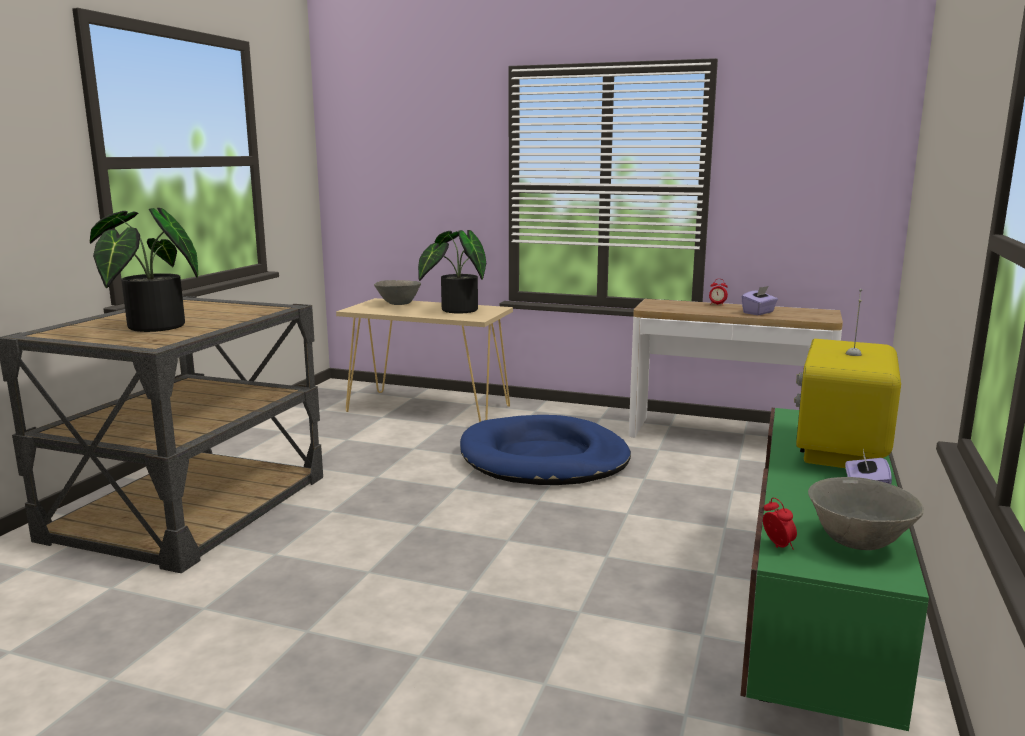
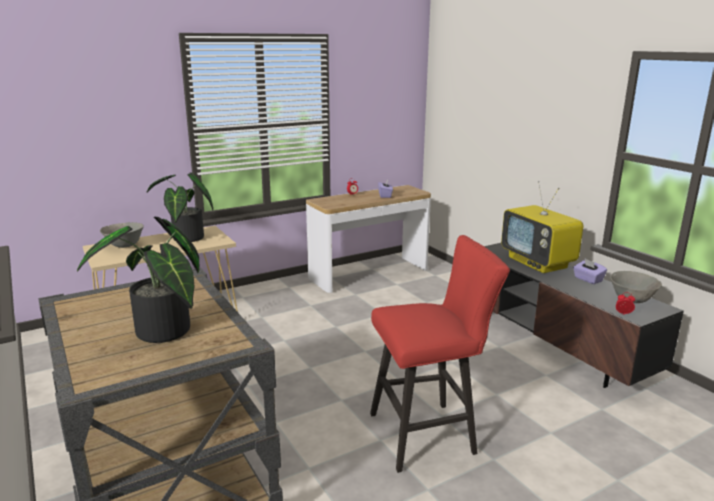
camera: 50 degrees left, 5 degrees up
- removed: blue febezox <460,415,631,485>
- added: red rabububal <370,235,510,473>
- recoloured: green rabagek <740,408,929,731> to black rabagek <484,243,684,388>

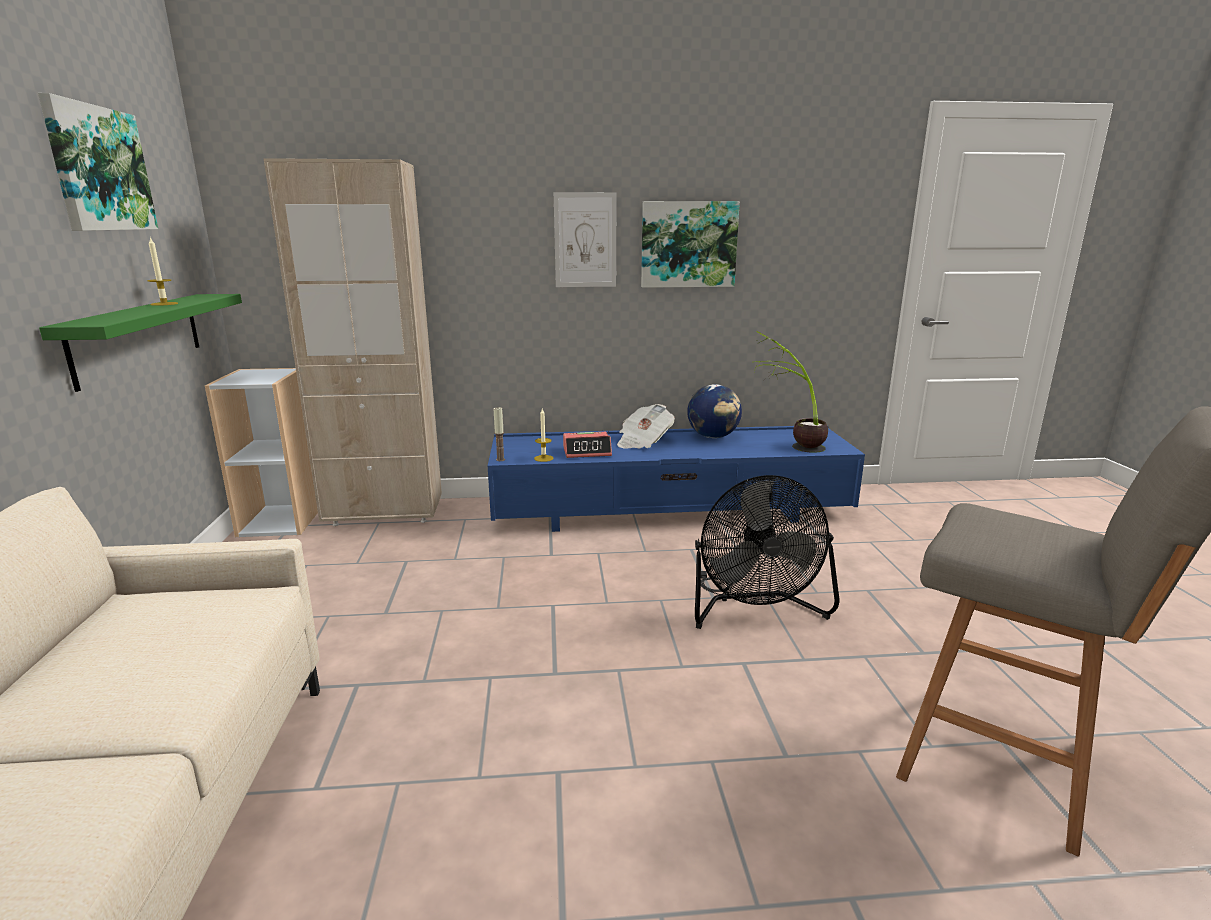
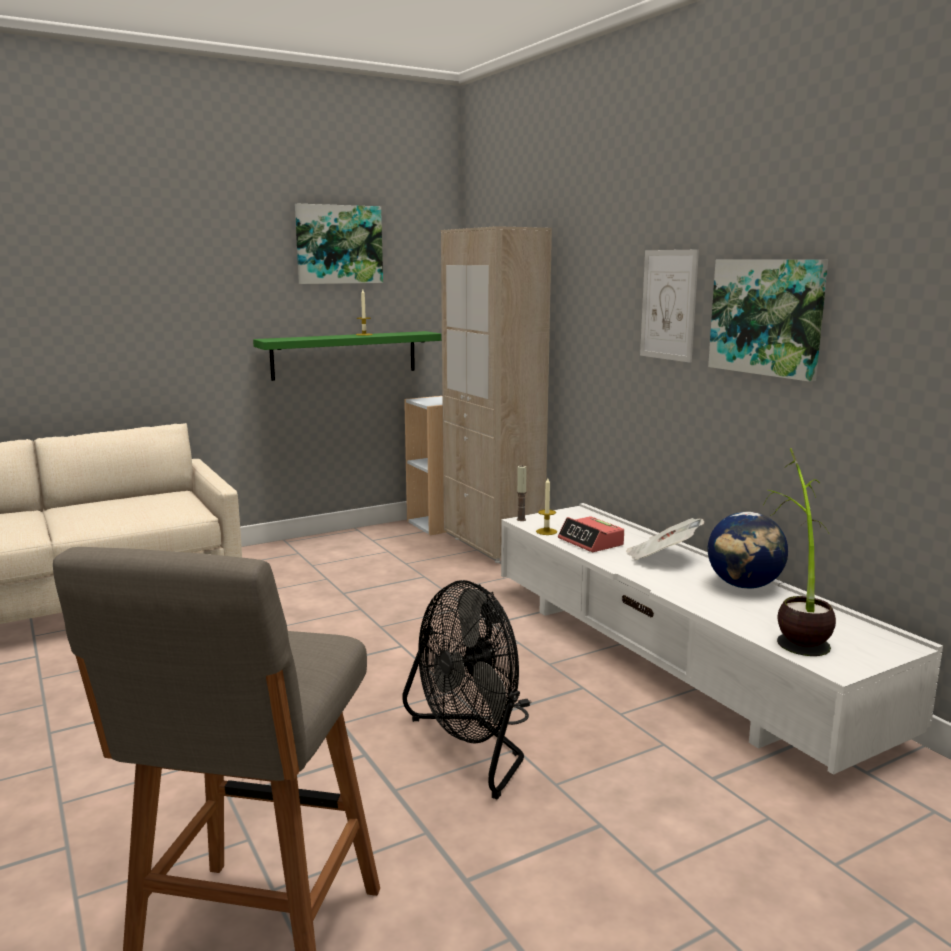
camera: 65 degrees right, 5 degrees down
- recoloured: blue rabagek <488,426,865,532> to white rabagek <501,503,943,775>

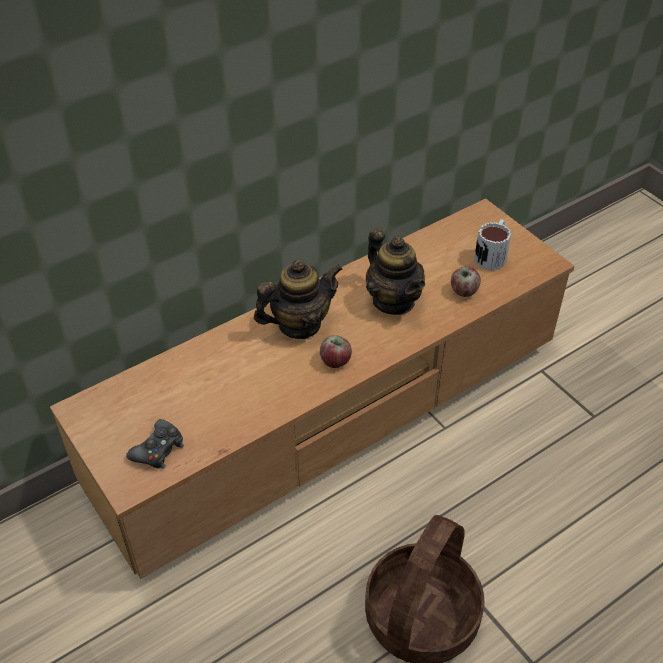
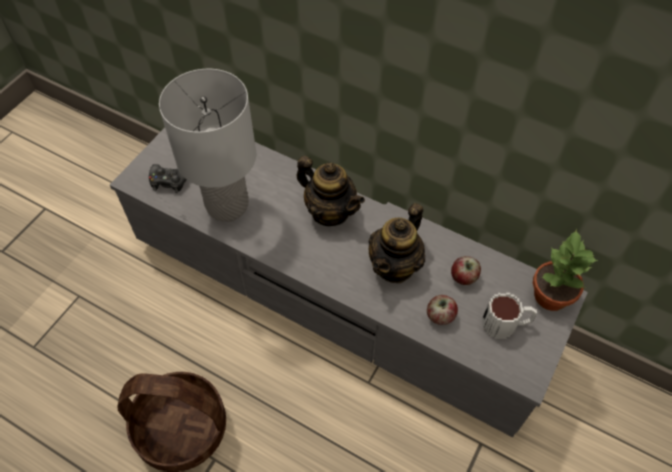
camera: 65 degrees right, 10 degrees up
- added: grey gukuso <159,69,256,222>
- added: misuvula <533,229,598,311>
- moved: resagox <320,335,352,368> to <451,256,481,285>
- recoloured: brown rabagek <50,198,575,579> to grey rabagek <110,127,588,437>

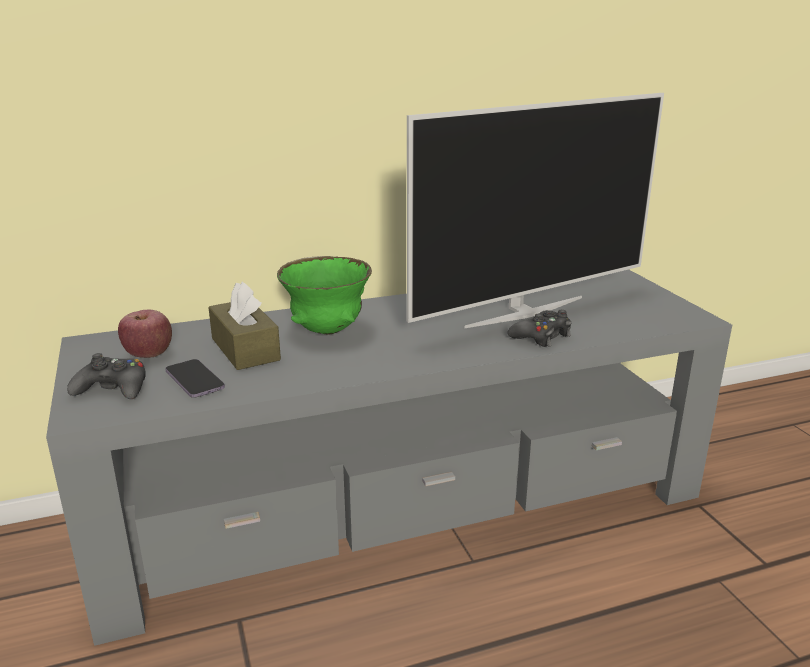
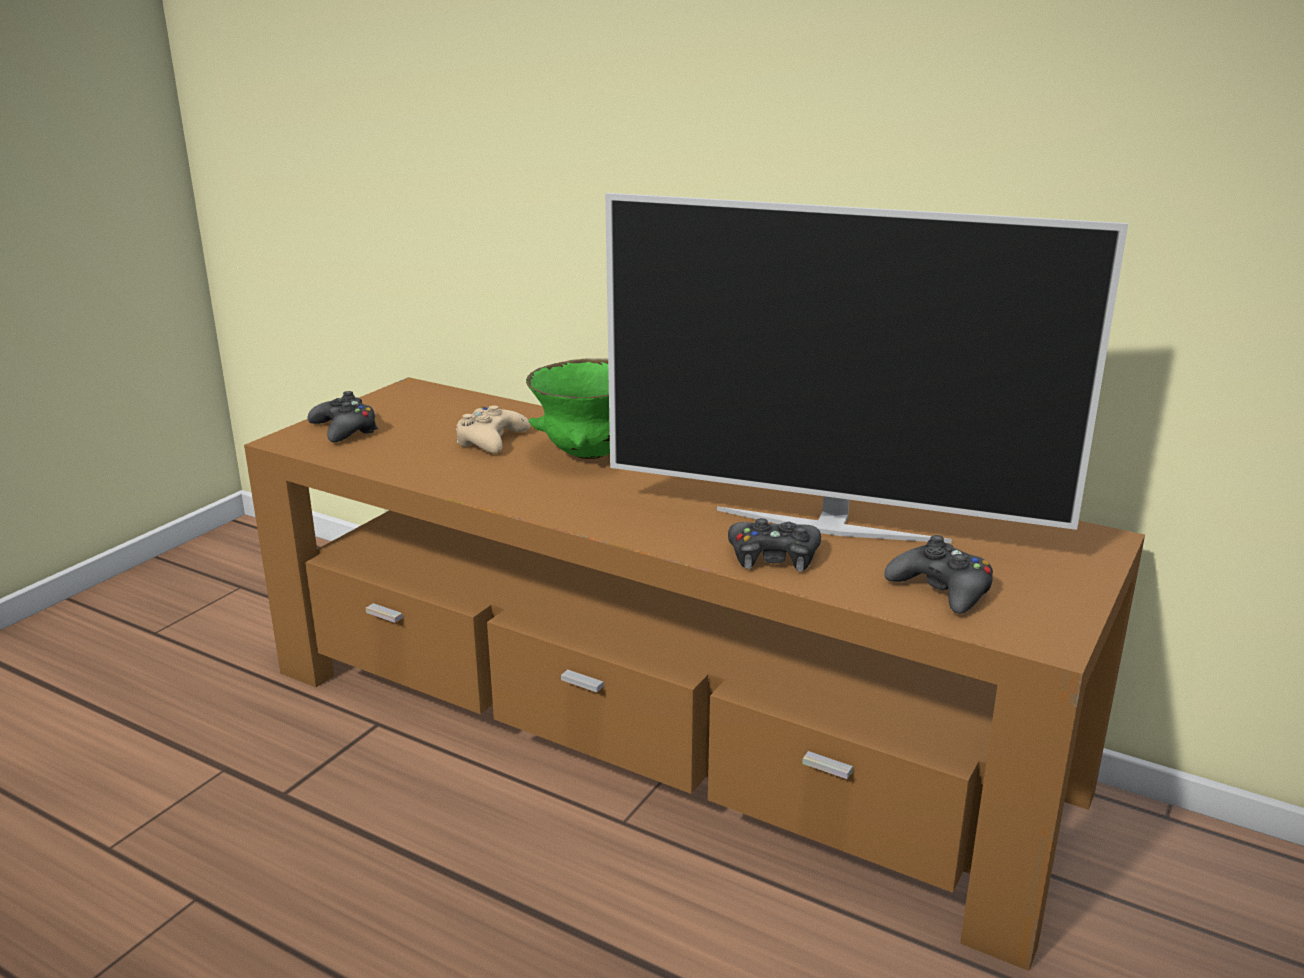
camera: 50 degrees right, 0 degrees up
- removed: resagox <118,310,172,358>
- removed: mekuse <165,359,225,398>
- added: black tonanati <884,535,993,614>
- replaced: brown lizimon <208,282,281,370> to beige tonanati <456,405,530,454>
- recoloured: grey rabagek <46,269,732,646> to brown rabagek <244,377,1145,971>

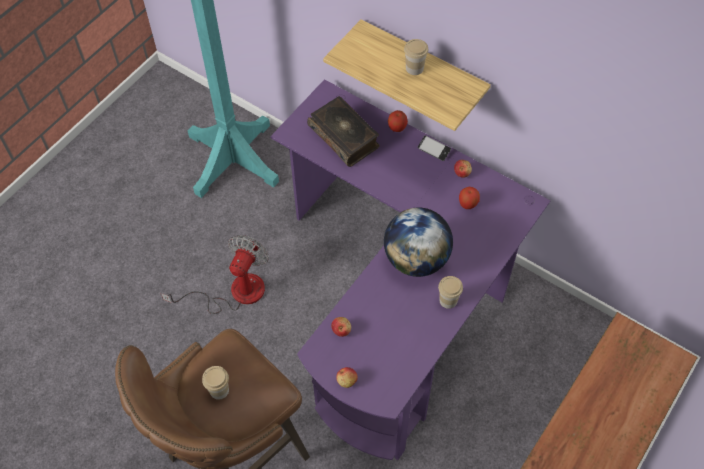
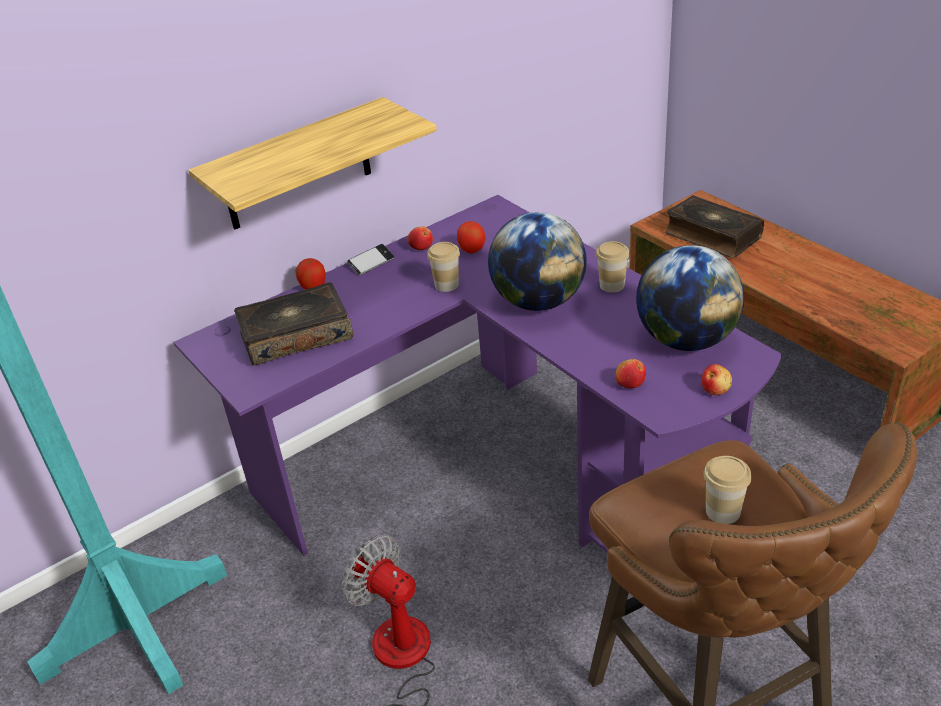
camera: 70 degrees left, 20 degrees down
- added: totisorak <636,245,744,351>
- added: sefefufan <665,195,764,258>
- moved: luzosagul <404,39,428,75> to <427,242,460,292>

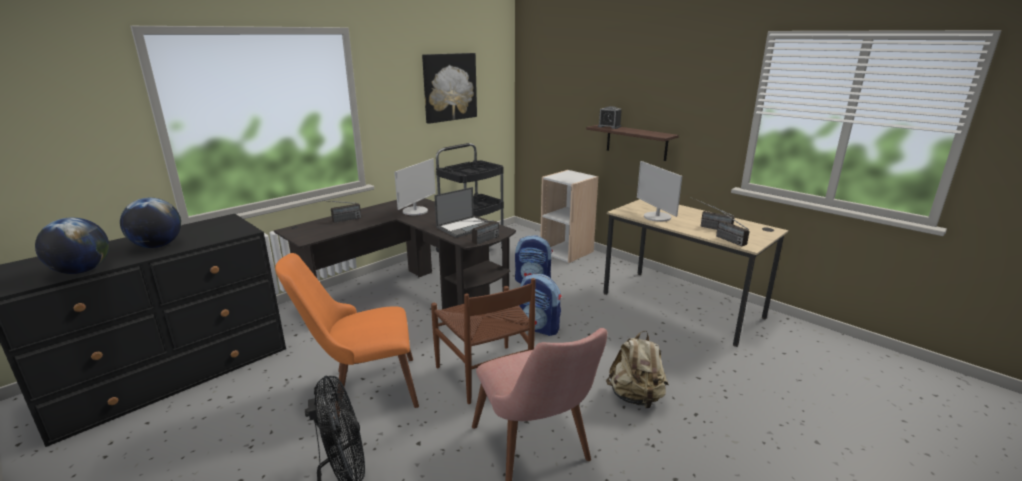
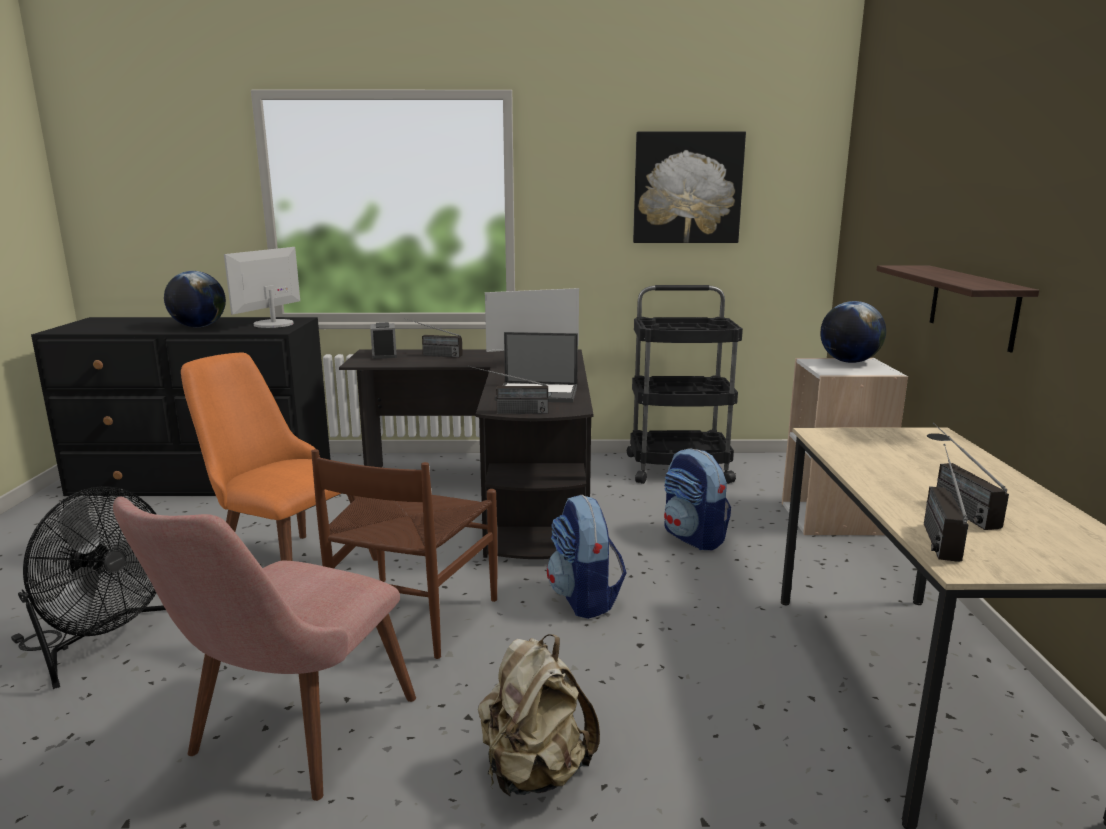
camera: 45 degrees right, 5 degrees down
- moved: totisorak <35,217,109,274> to <820,301,886,363>
- moved: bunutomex <598,106,622,129> to <370,322,397,359>
- moved: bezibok <637,161,682,222> to <224,247,300,328>

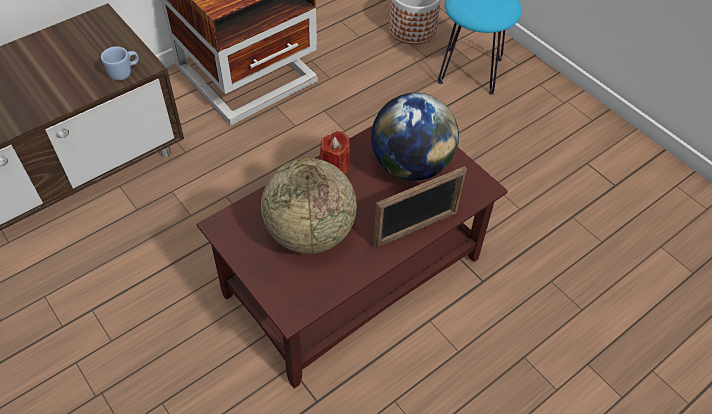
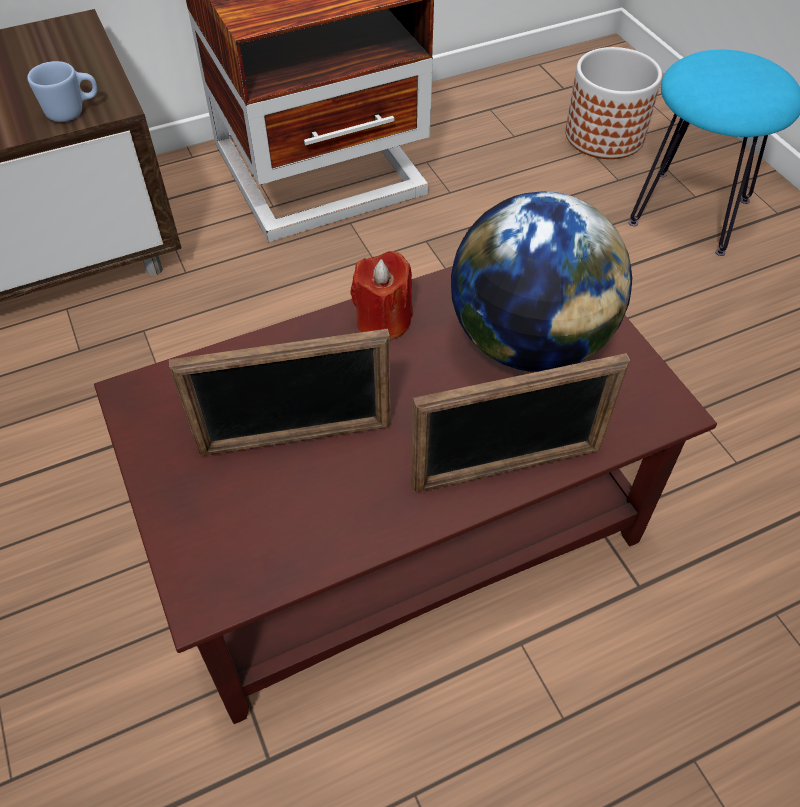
camera: 15 degrees right, 0 degrees up
- replaced: totisorak <261,158,357,254> to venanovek <169,329,391,456>

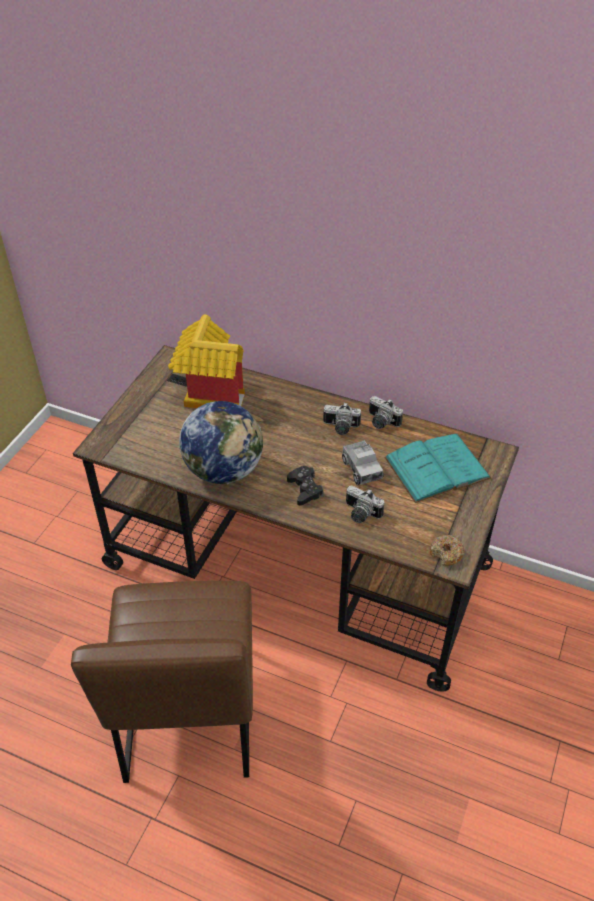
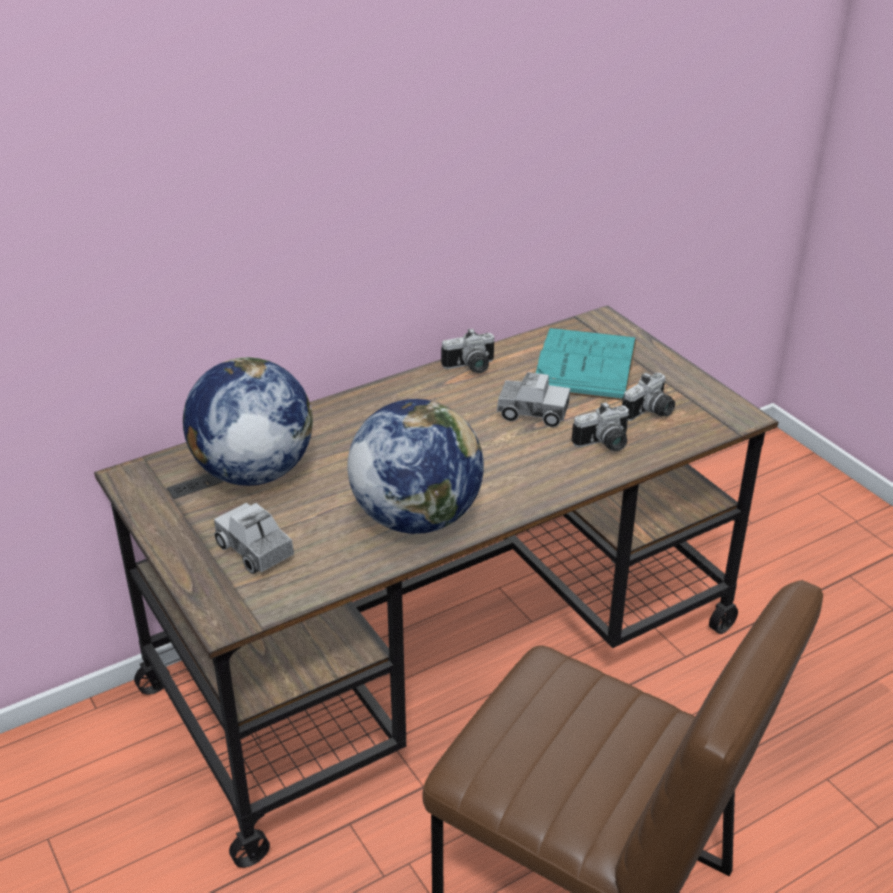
camera: 55 degrees left, 10 degrees down
- removed: black tonanati <287,466,323,505>
- removed: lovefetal <430,535,465,566>
- added: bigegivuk <214,503,294,574>
- moved: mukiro <323,403,361,435> to <622,372,675,421>
- replaced: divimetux <168,314,245,408> to totisorak <183,357,313,486>

